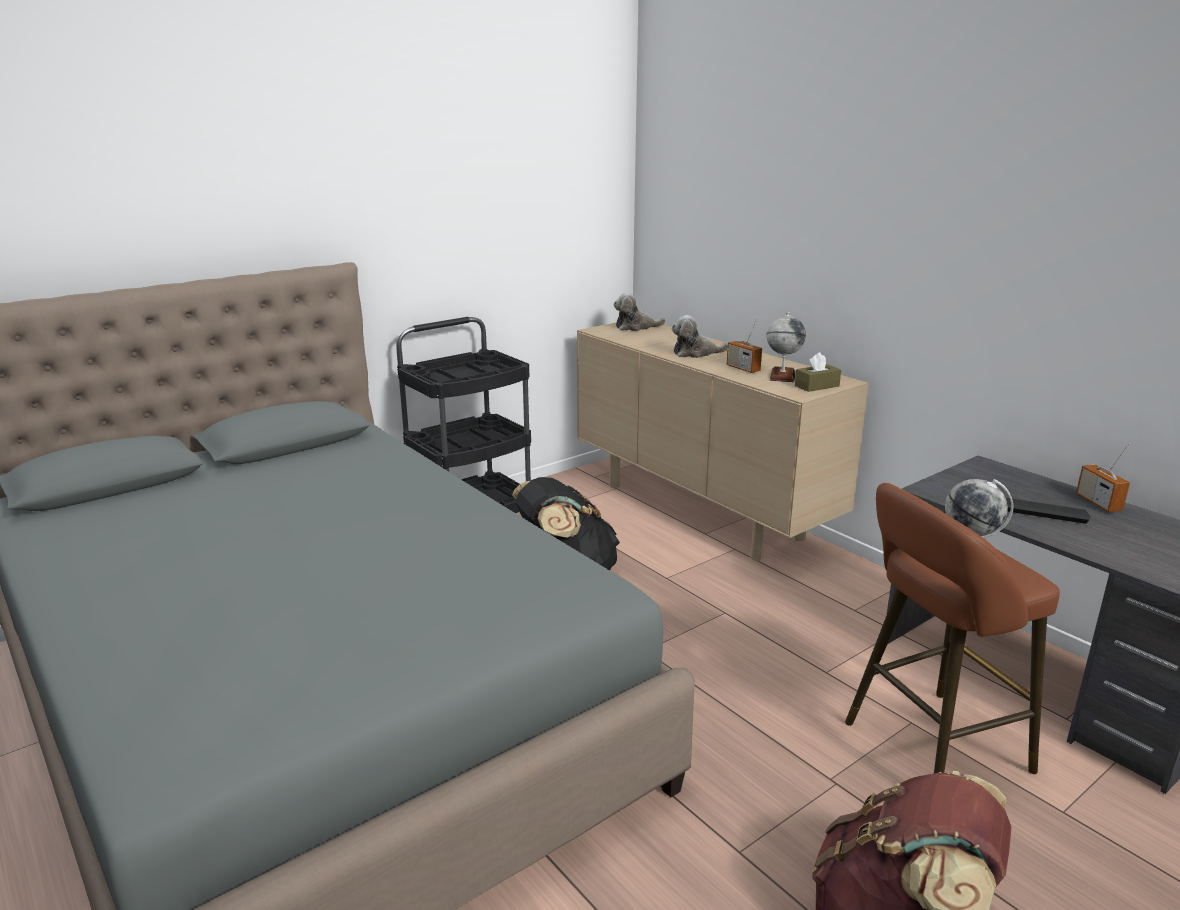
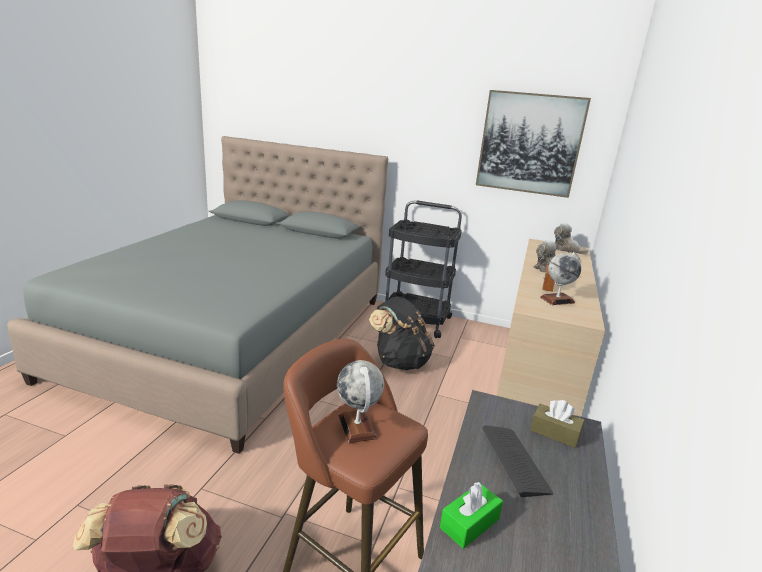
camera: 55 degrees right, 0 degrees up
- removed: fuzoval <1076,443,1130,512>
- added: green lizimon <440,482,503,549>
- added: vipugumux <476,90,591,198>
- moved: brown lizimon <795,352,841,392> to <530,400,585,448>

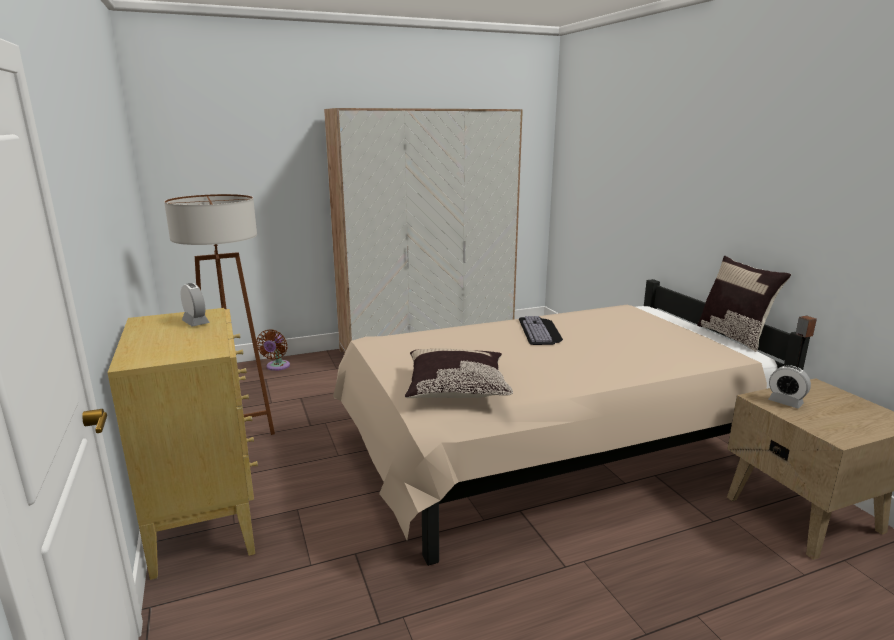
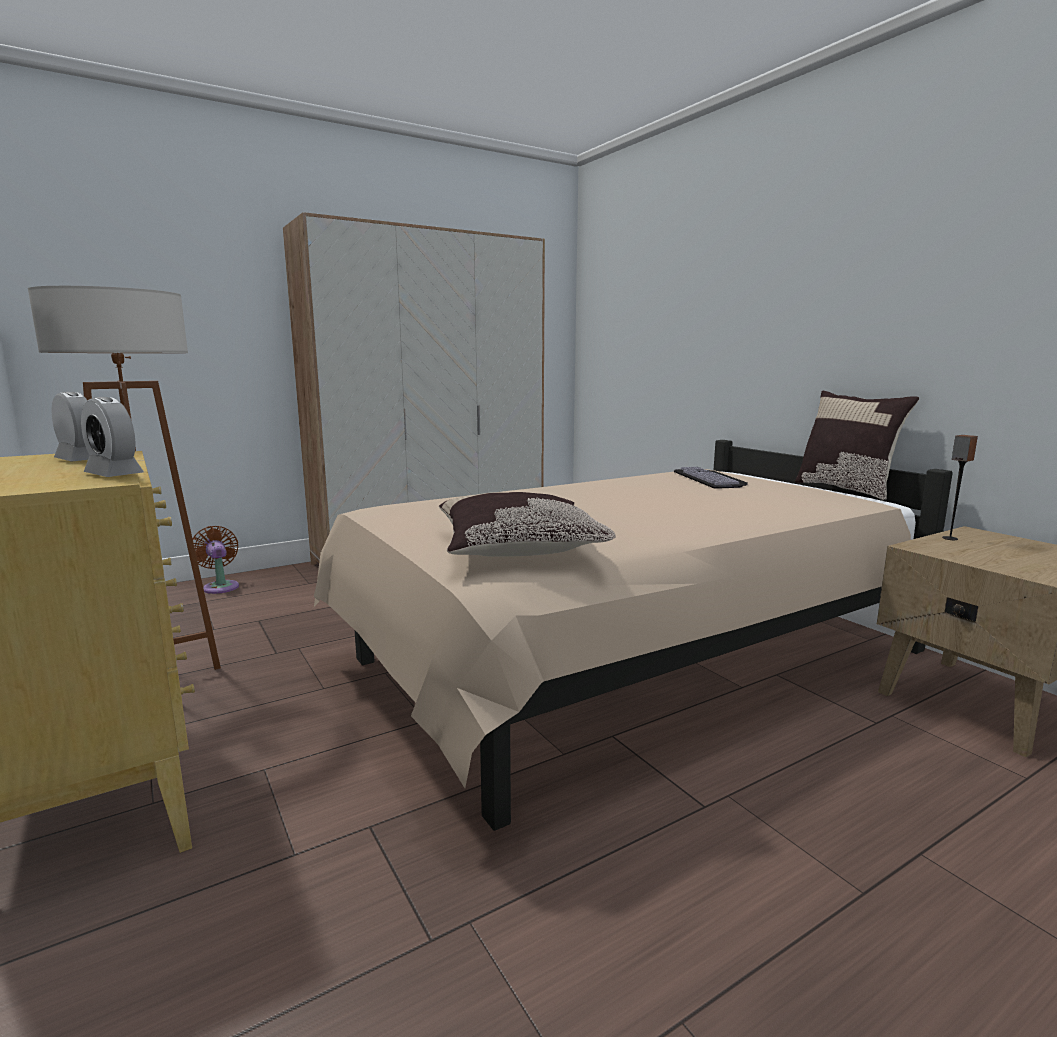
camera: 10 degrees left, 5 degrees down
- moved: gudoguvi <519,316,563,345> to <674,467,748,489>
- moved: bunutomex <769,365,811,408> to <81,397,144,477>
- turned: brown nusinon <256,329,290,371> = <193,526,239,594> 150 degrees clockwise

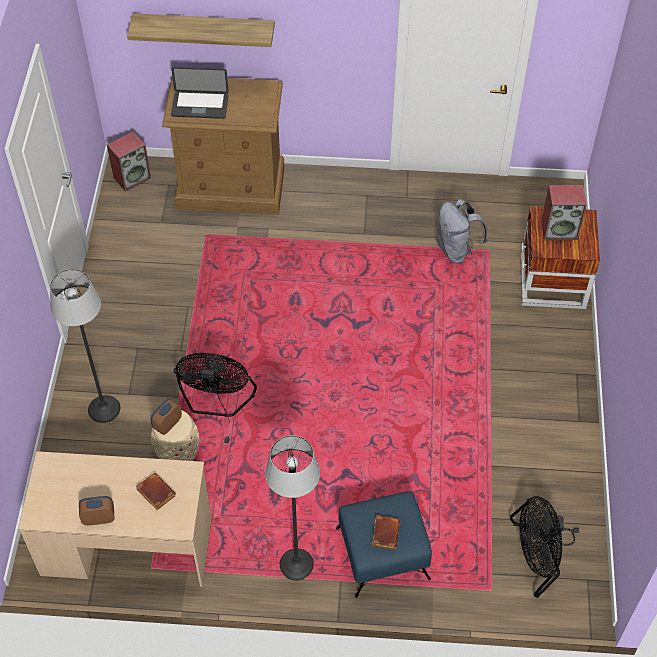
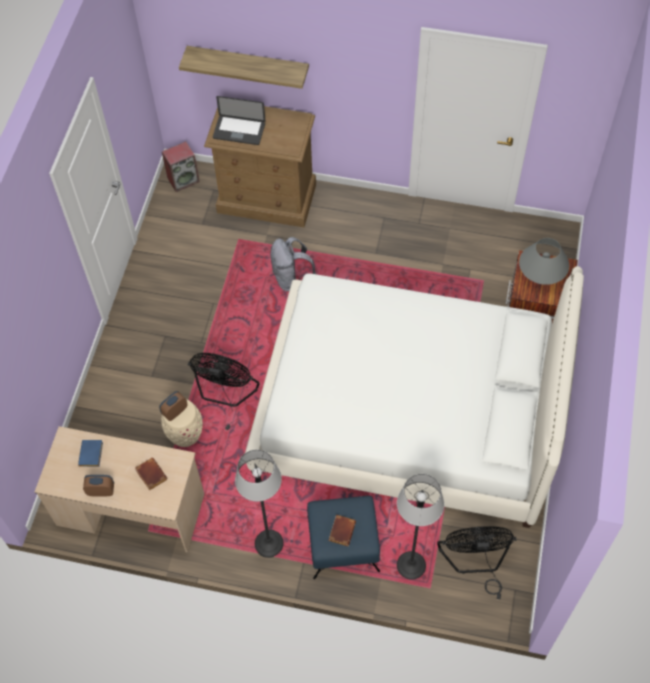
camera: 10 degrees right, 5 degrees up
- added: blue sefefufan <78,440,103,467>
- added: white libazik <245,266,584,528>
- moved: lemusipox <50,269,120,423> to <397,474,444,580>
- moved: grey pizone <436,199,488,263> to <270,237,316,292>
- replaced: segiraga <541,185,587,240> to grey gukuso <519,238,569,285>
- turned: black nusinon <510,496,579,598> = <437,526,516,599> 90 degrees clockwise

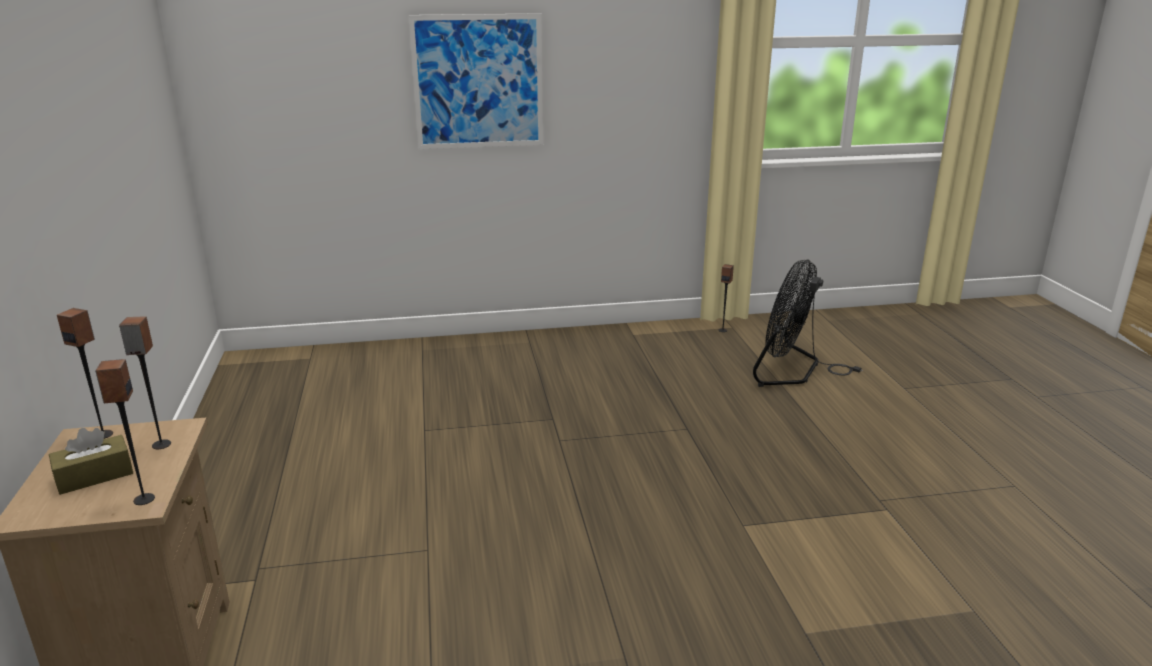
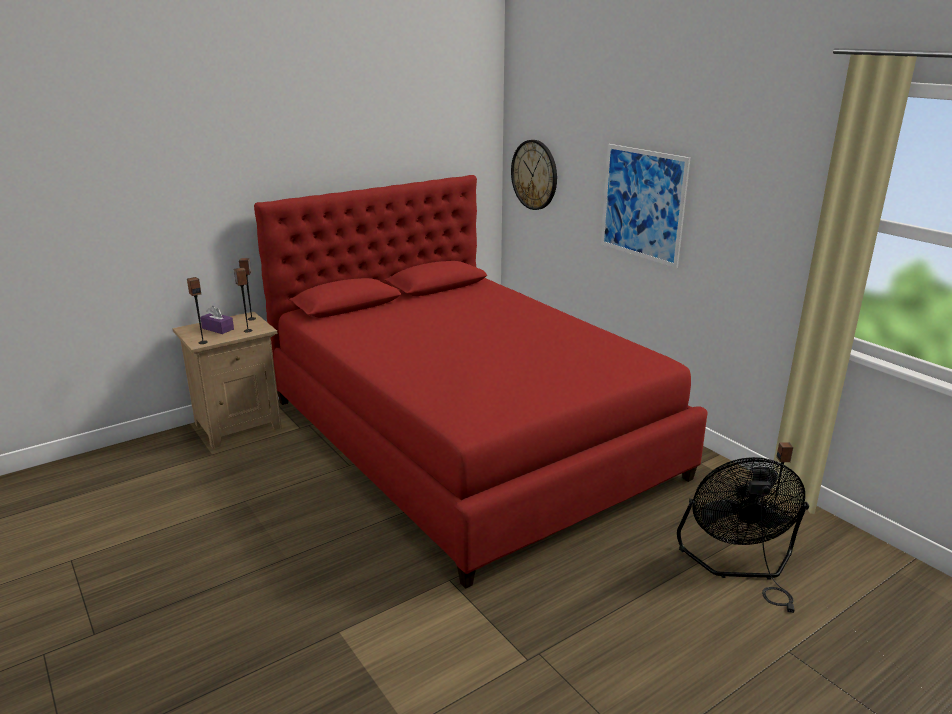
camera: 65 degrees right, 0 degrees up
- added: red libazik <254,175,708,589>
- added: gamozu <511,140,557,210>
- recoloured: brown lizimon <49,428,133,495> to purple lizimon <200,306,234,334>

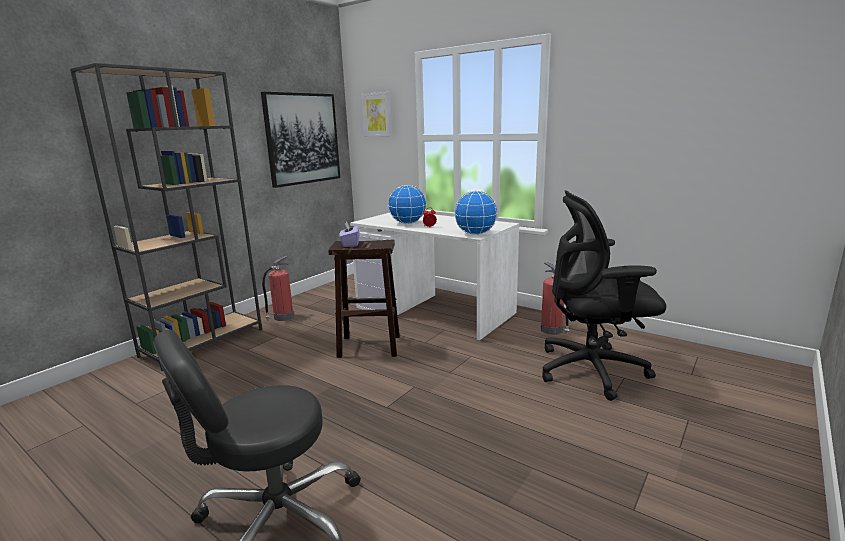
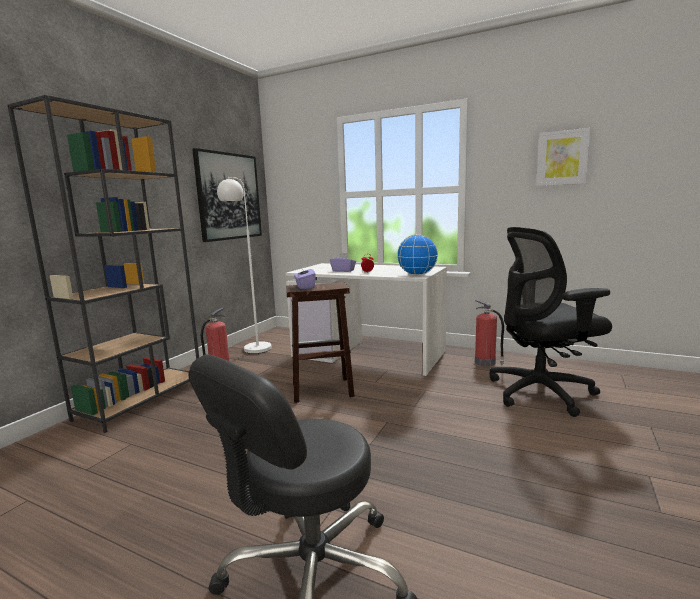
camera: 10 degrees left, 5 degrees down
- added: white lemusipox <217,177,272,354>
- moved: vipugumux <361,92,393,137> to <536,128,590,186>
- replaced: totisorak <388,185,427,224> to purple lizimon <330,253,356,272>

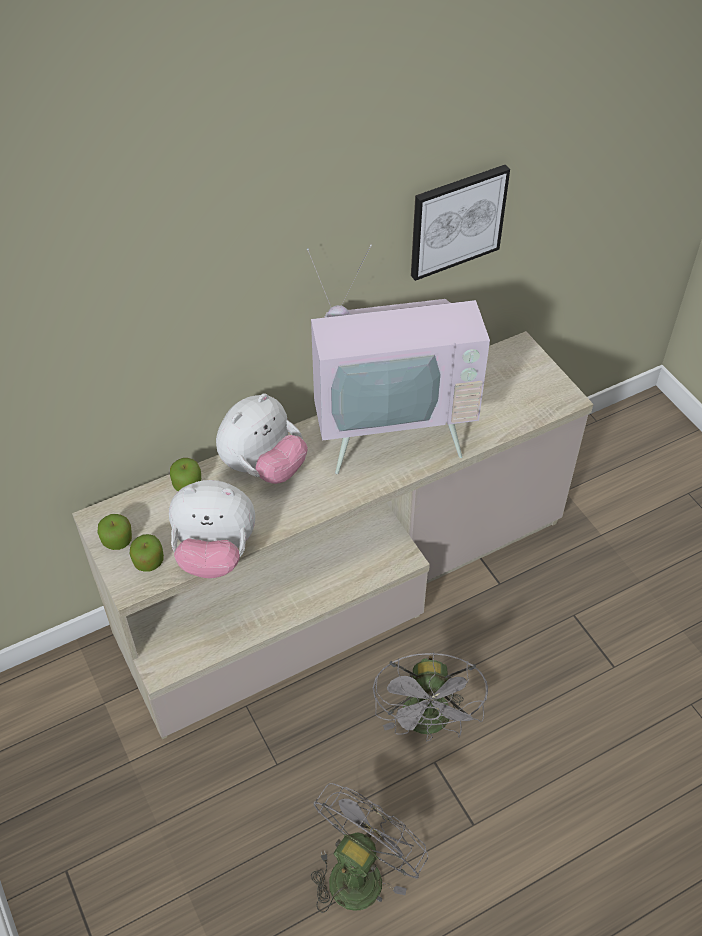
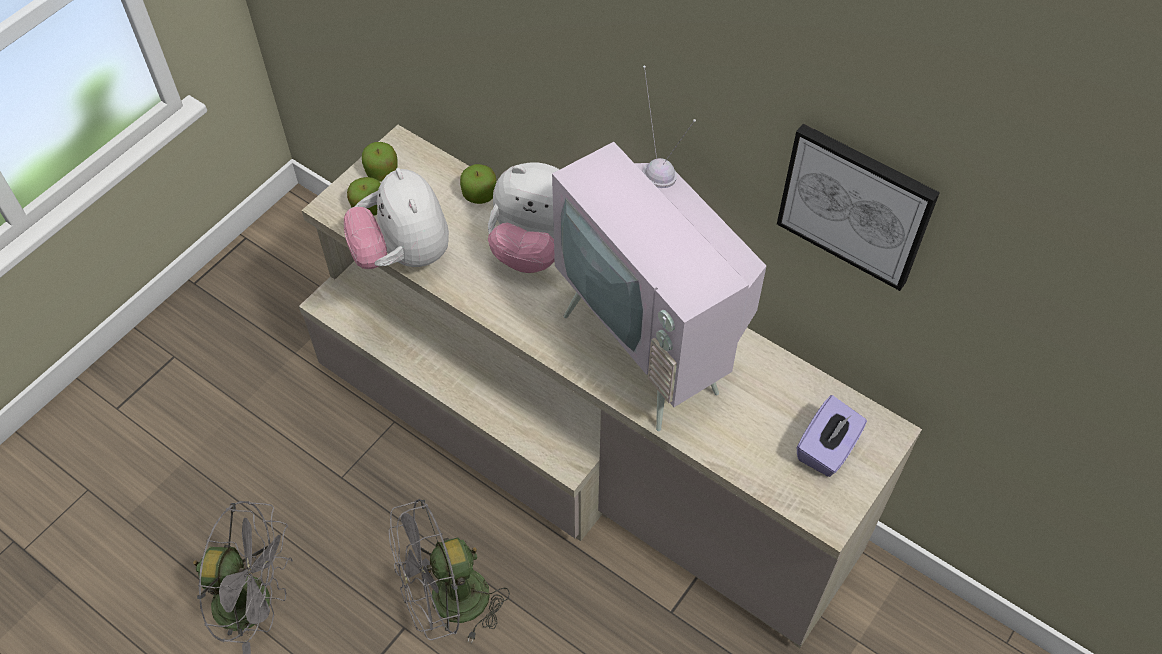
camera: 65 degrees right, 5 degrees up
- added: purple lizimon <797,395,867,477>

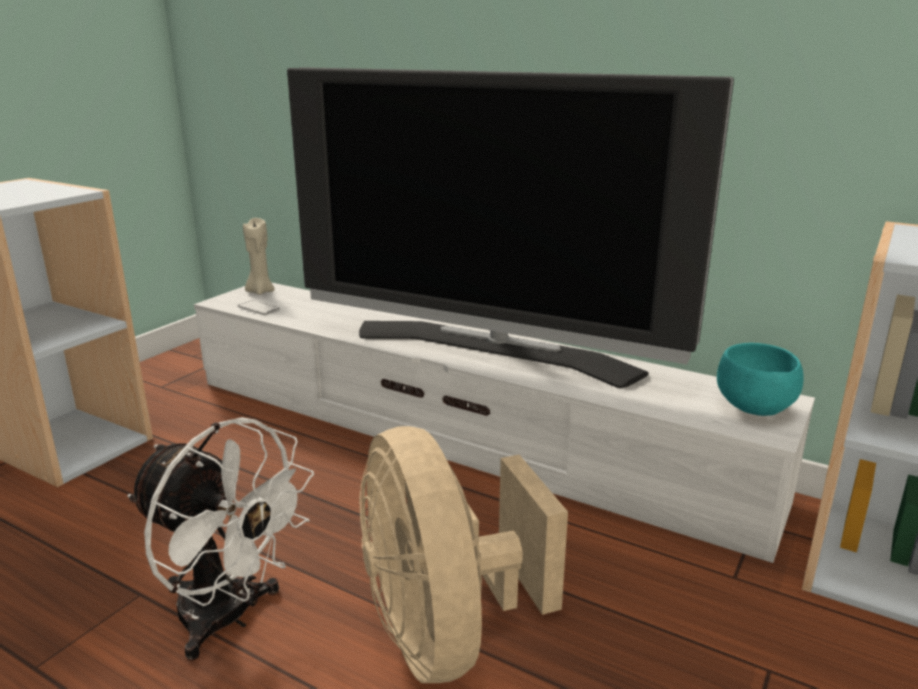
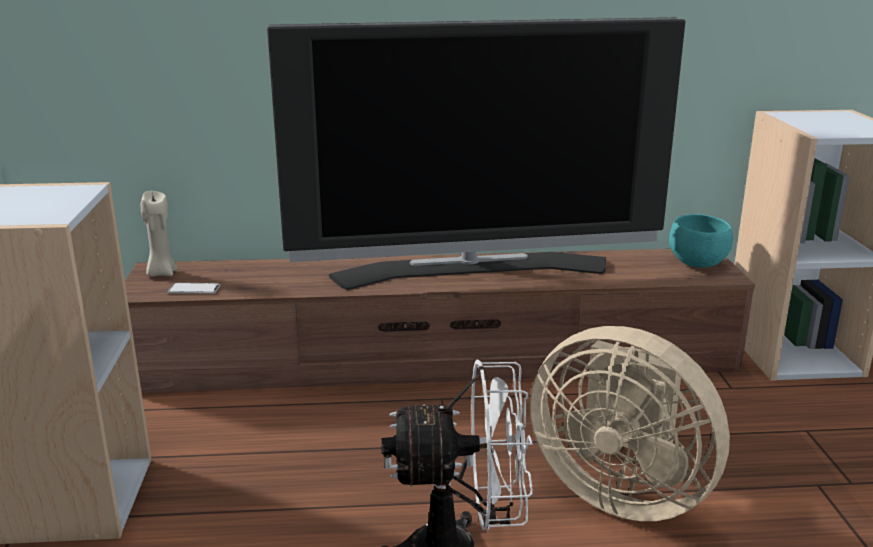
camera: 35 degrees left, 0 degrees up
- recoloured: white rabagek <194,282,815,563> to brown rabagek <125,249,755,393>

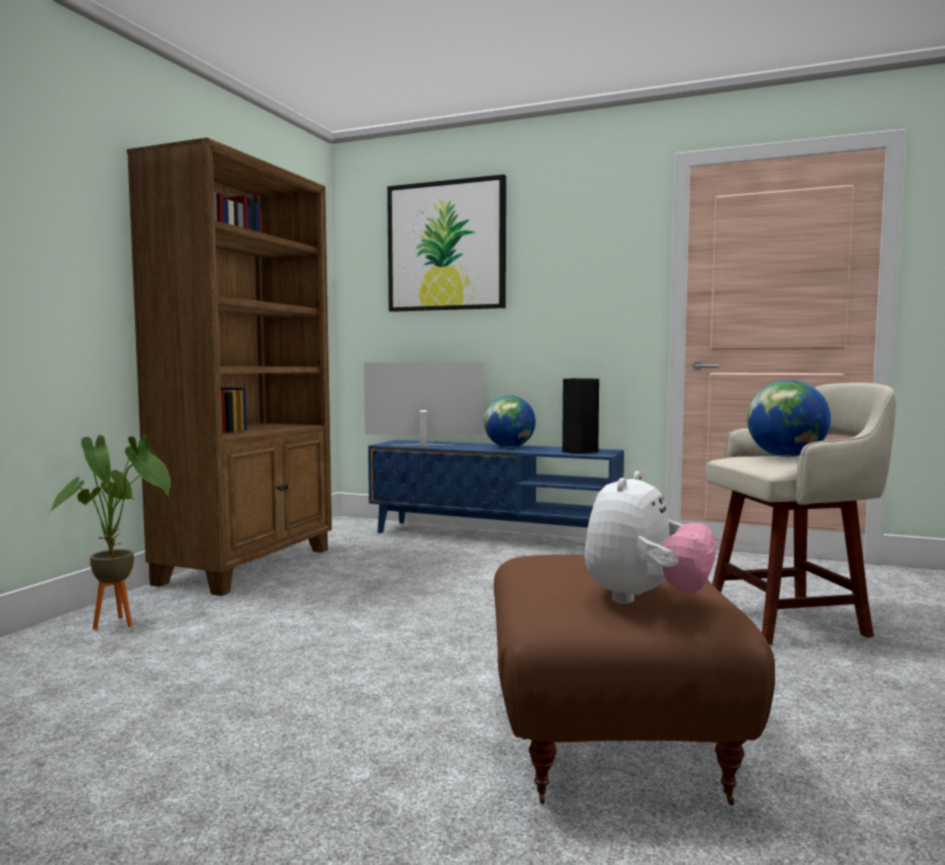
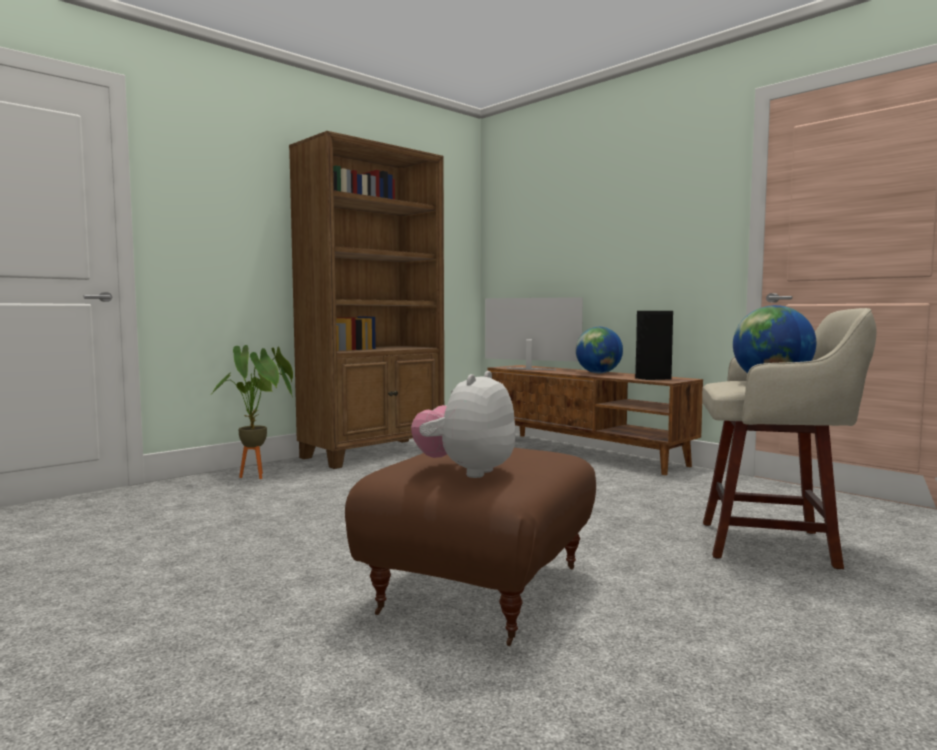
camera: 25 degrees right, 0 degrees up
- removed: vipugumux <387,174,506,312>
- recoloured: blue rabagek <368,440,624,533> to brown rabagek <488,365,703,475>
- turned: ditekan <584,471,716,604> = <411,371,516,478> 150 degrees clockwise

